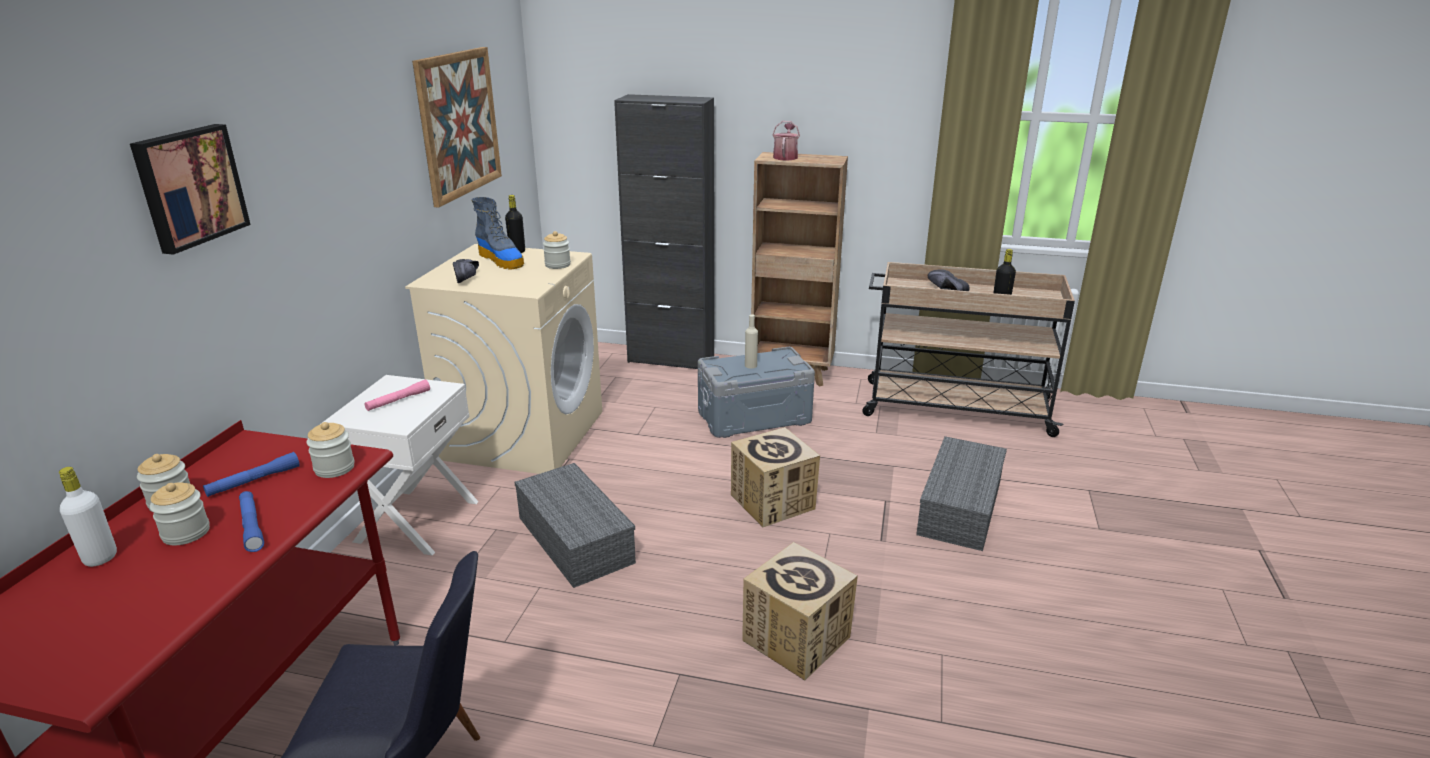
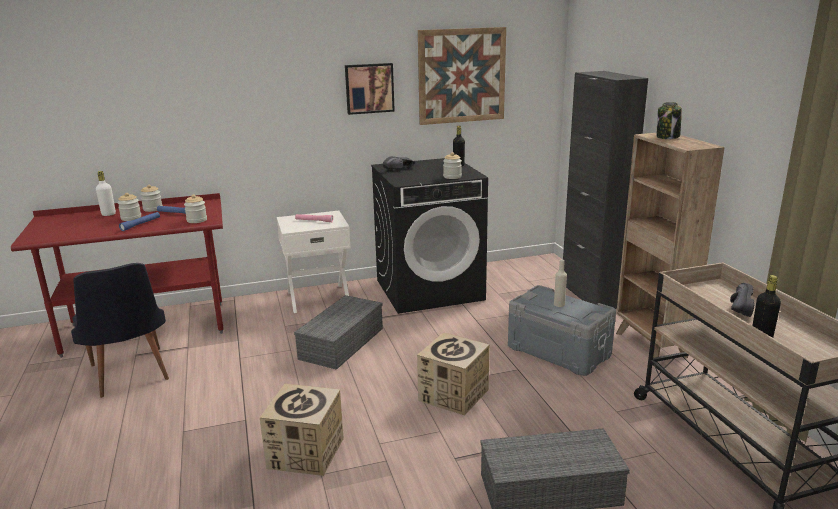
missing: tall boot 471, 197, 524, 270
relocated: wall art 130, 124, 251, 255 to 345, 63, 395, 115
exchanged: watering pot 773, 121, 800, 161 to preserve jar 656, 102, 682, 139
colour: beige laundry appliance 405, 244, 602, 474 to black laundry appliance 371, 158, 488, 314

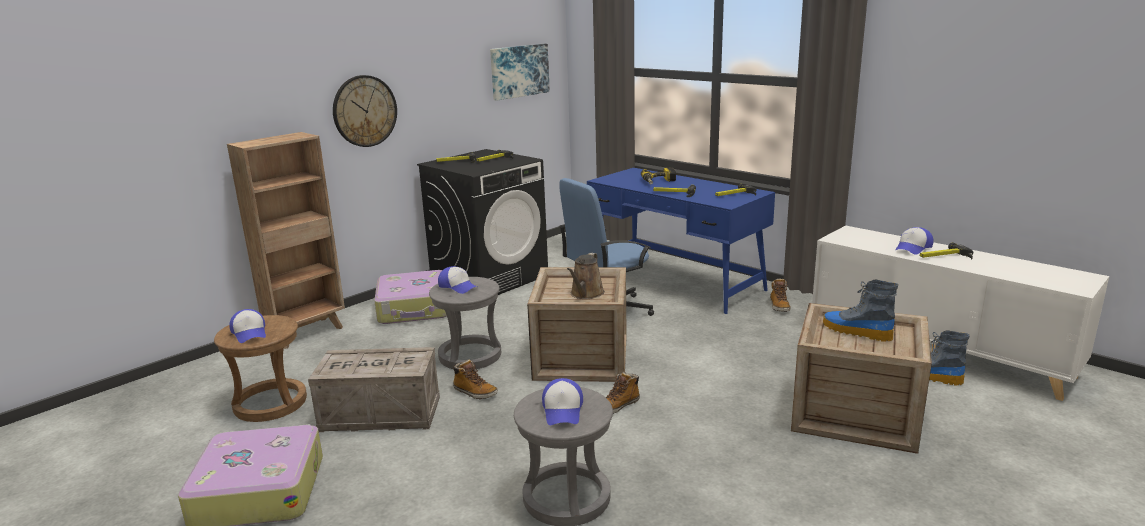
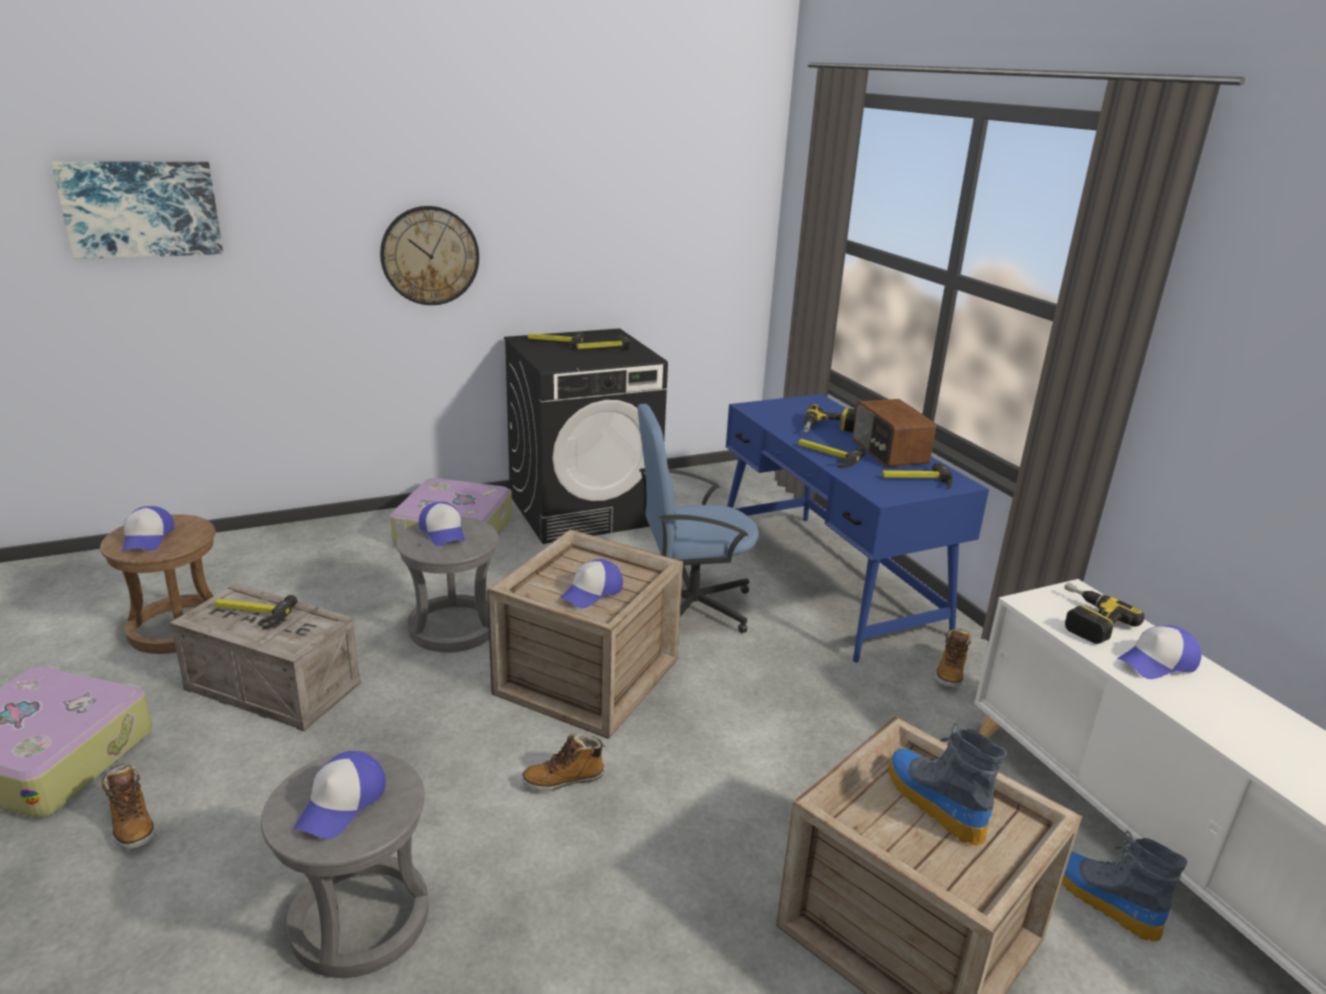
missing: brown bookcase 227, 132, 345, 349
appeared: radio 853, 399, 936, 467; electric drill 1065, 582, 1145, 644
relocated: wall art 490, 44, 550, 101 to 52, 161, 223, 259; hammer 920, 242, 974, 260 to 214, 595, 298, 630; tall boot 453, 359, 498, 399 to 102, 764, 155, 849
exchanged: brown watering pot 567, 253, 605, 299 to baseball cap 559, 559, 623, 608

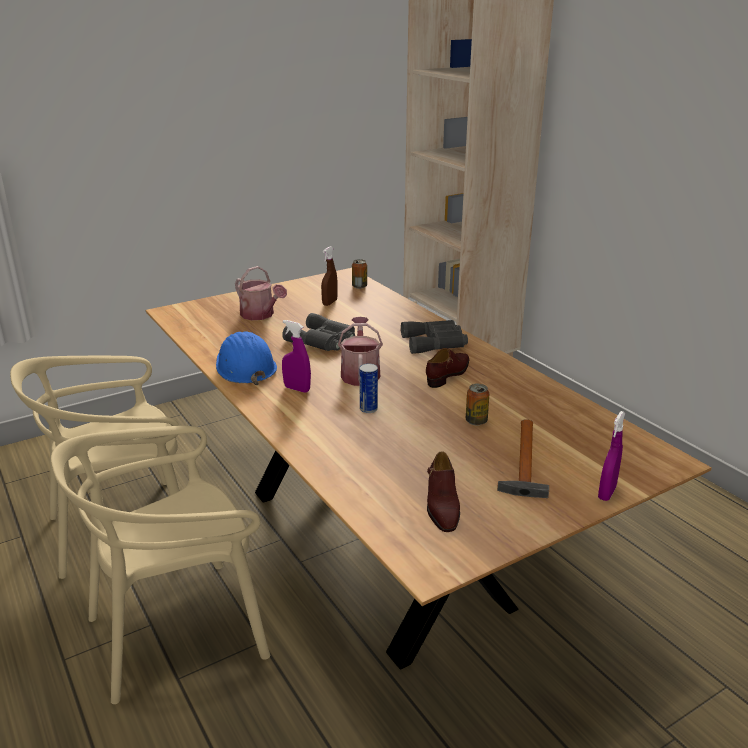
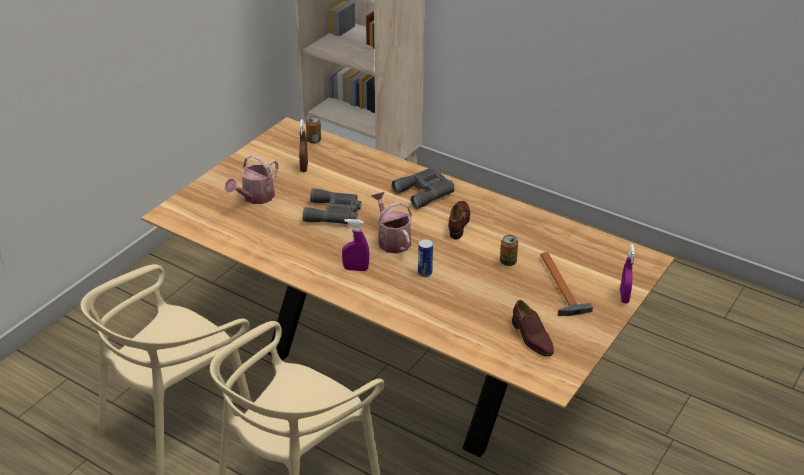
missing: bluish safety helmet 216, 331, 277, 385
spun: watering pot 235, 266, 287, 320 = 225, 155, 278, 204 105 degrees clockwise

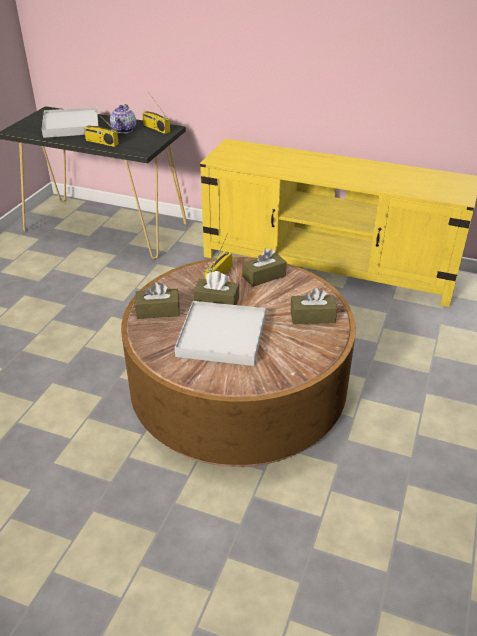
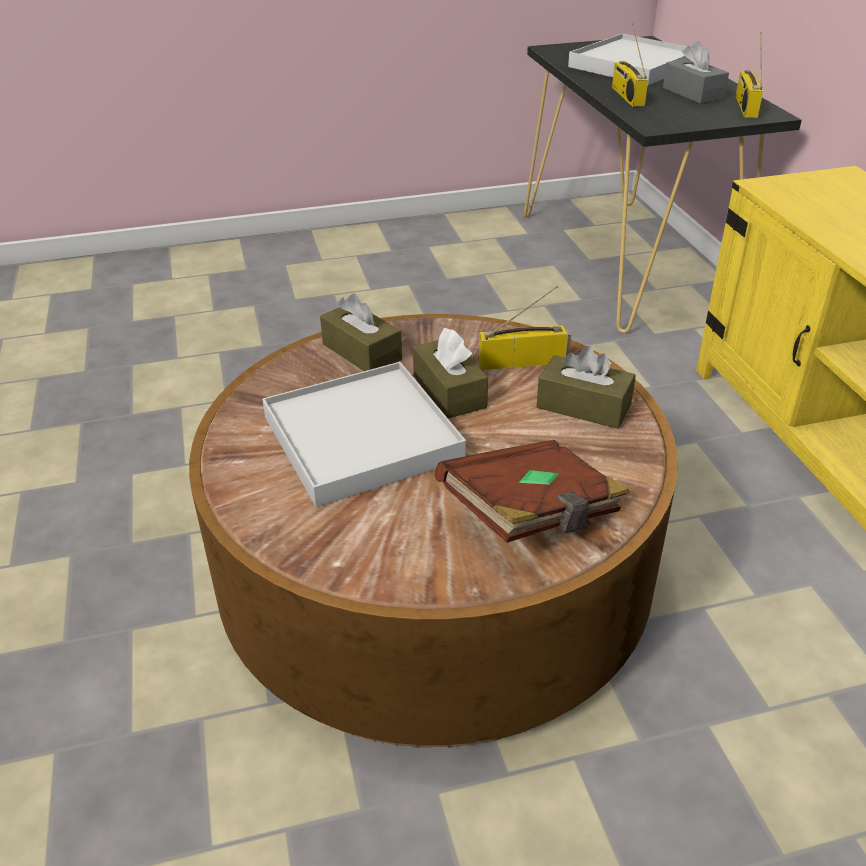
exchanged: pot for tea 110, 104, 136, 133 to gray box of tissues 663, 41, 729, 104; brown box of tissues 291, 288, 337, 324 to brown book 435, 440, 630, 543

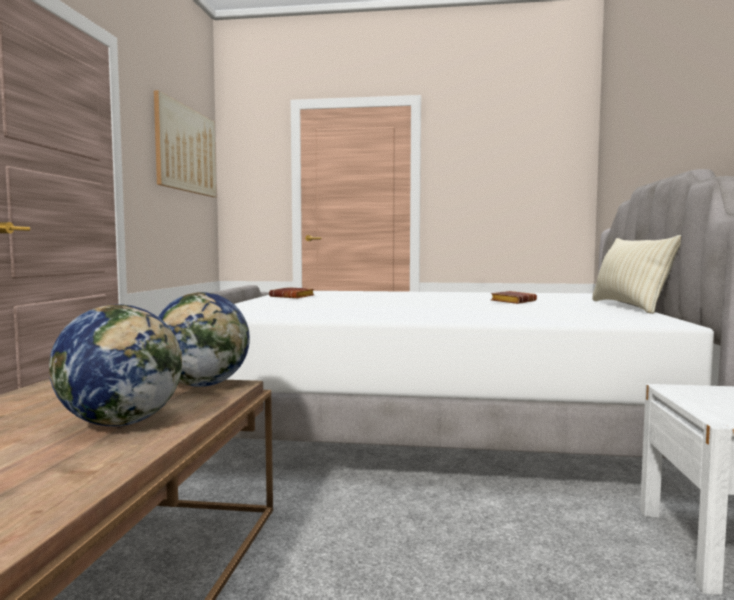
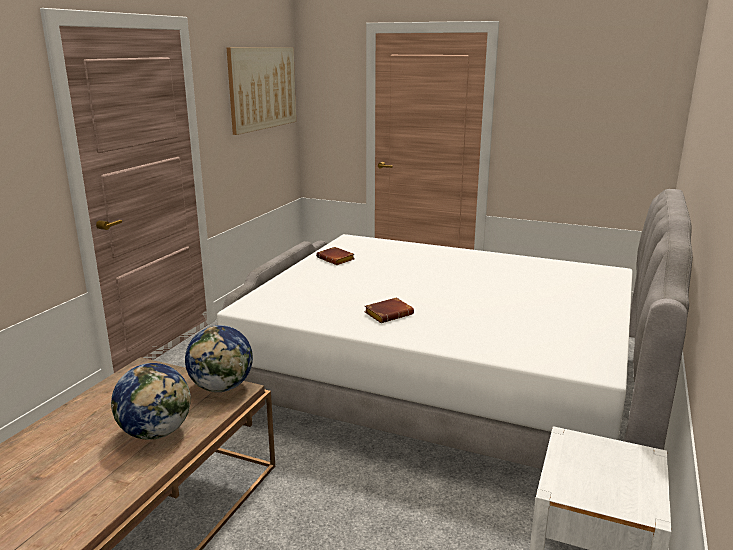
missing: beige cushion 592, 235, 681, 314
relocated: brown book 491, 291, 537, 304 to 365, 298, 414, 323

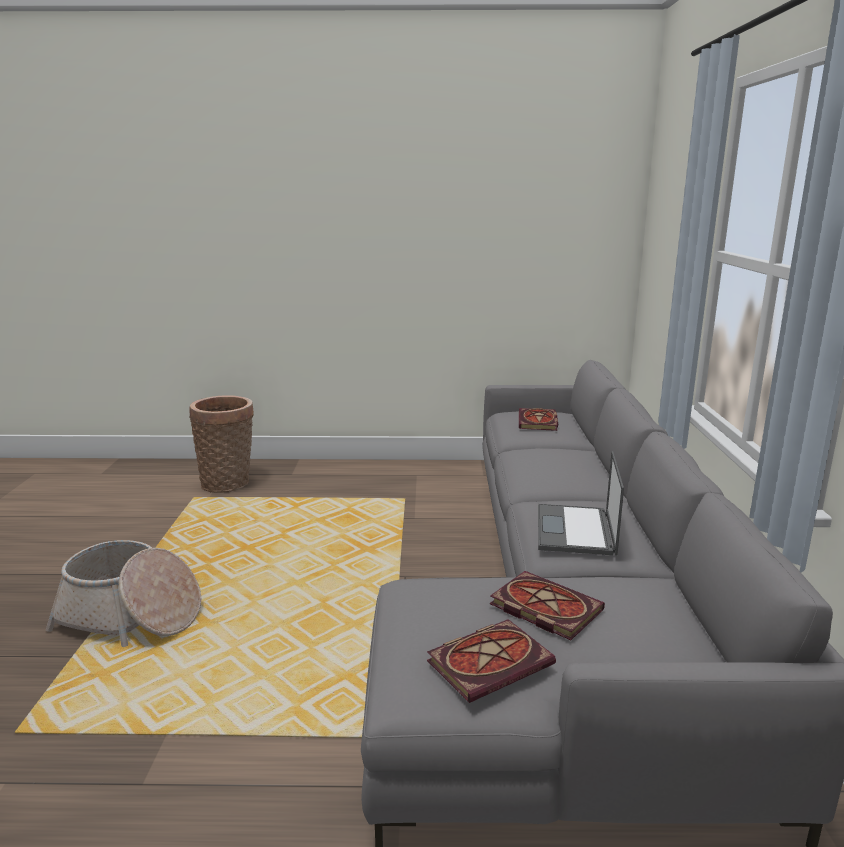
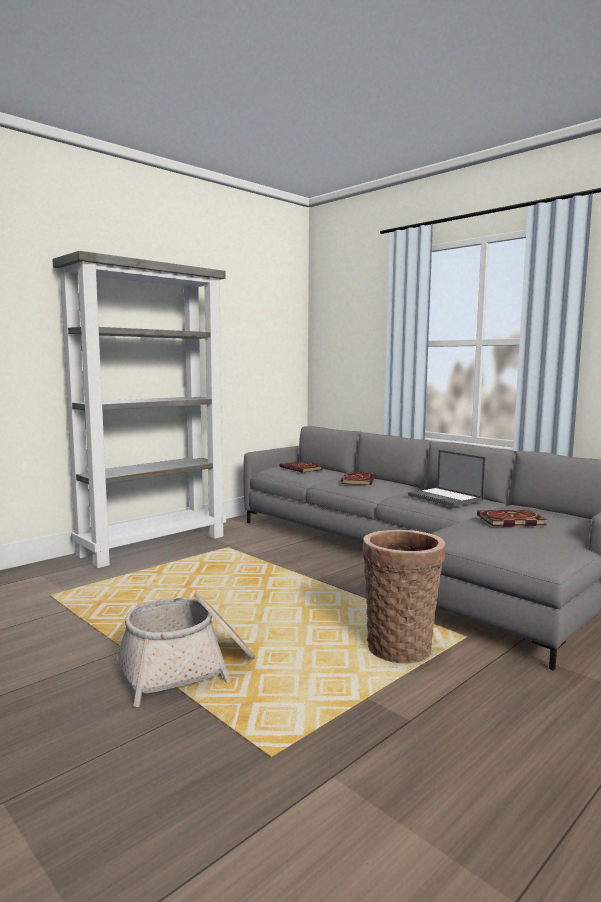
appeared: gray bookcase 52, 251, 226, 568
relocated: storage basket 189, 395, 254, 493 to 363, 530, 445, 664; book 427, 619, 556, 703 to 341, 472, 376, 485

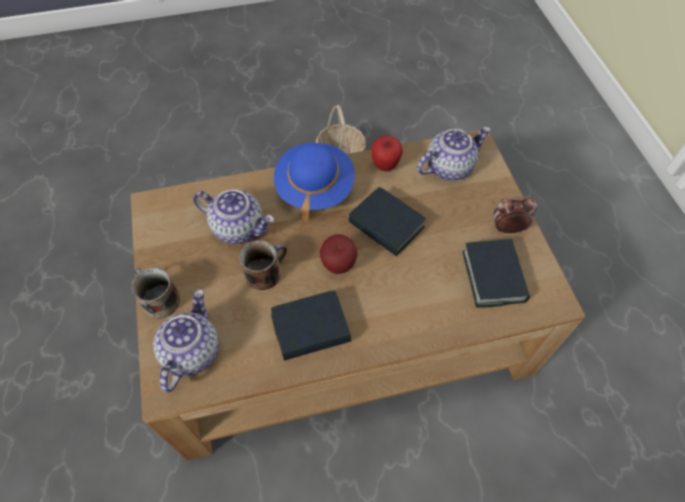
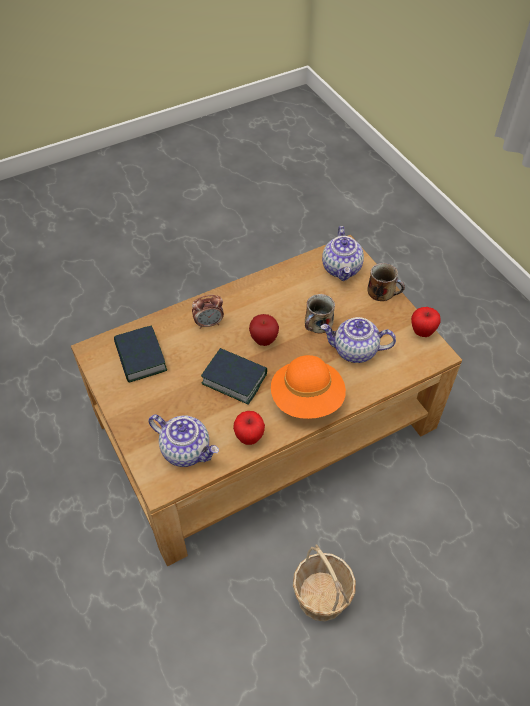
missing: book 271, 290, 351, 361
appeared: apple 411, 307, 441, 337
relocated: bedside clock 494, 197, 537, 233 to 192, 295, 224, 329
colour: bluish wearable hat 274, 143, 355, 221 to orange wearable hat 271, 355, 346, 419
spun: pot for tea 417, 127, 491, 181 = 148, 415, 219, 467 105 degrees counterclockwise

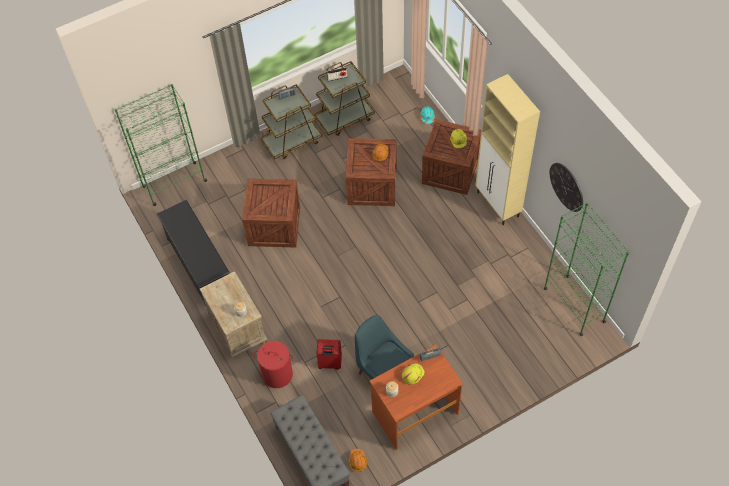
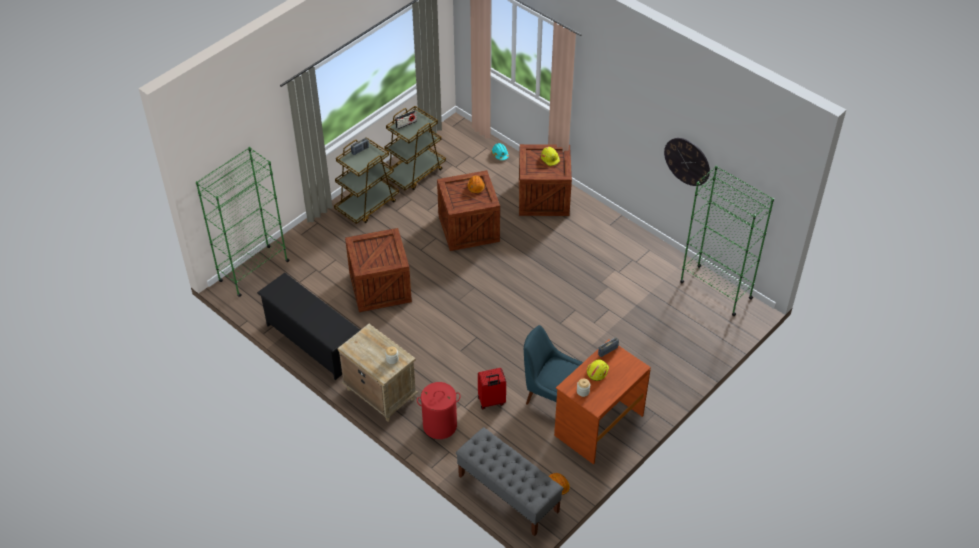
missing: beige cabinet 475, 74, 540, 225

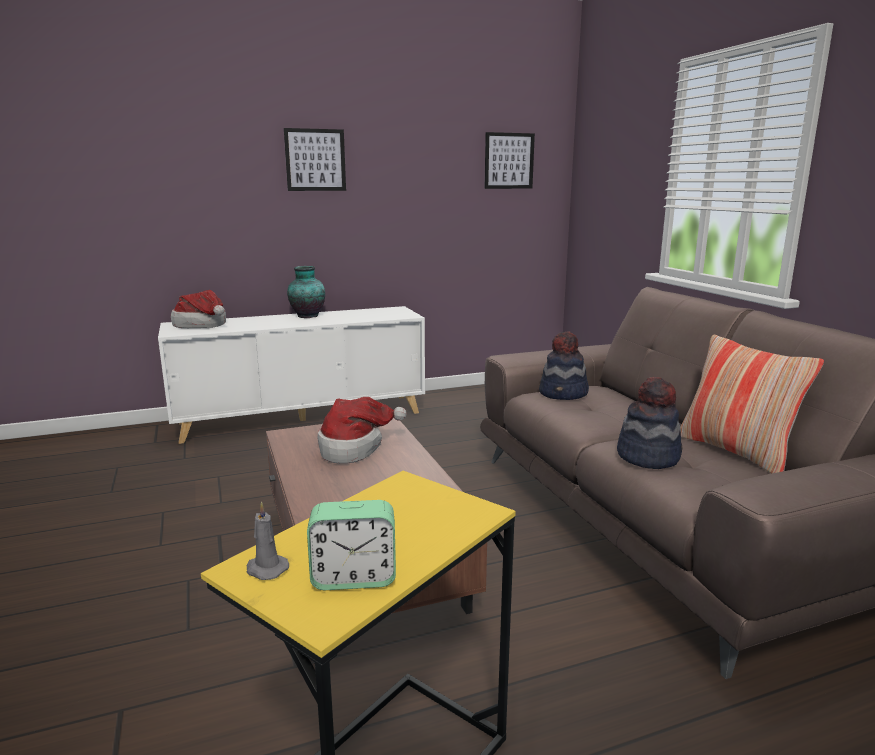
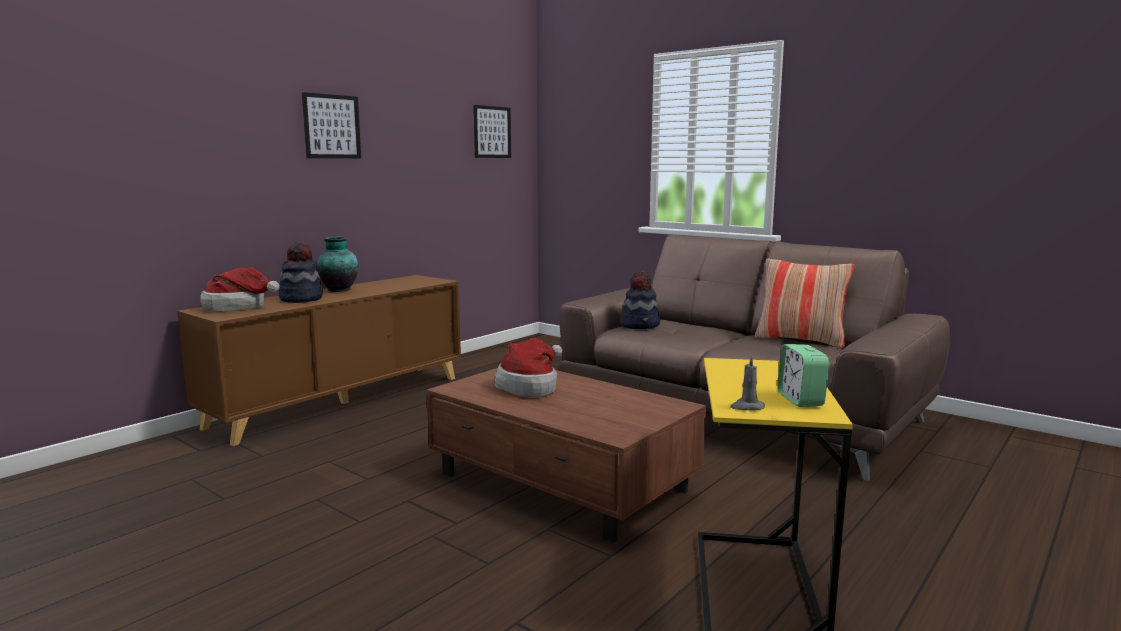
relocated: wearable hat 617, 377, 682, 469 to 279, 243, 323, 303
colour: white cabinet 158, 306, 425, 444 to brown cabinet 177, 275, 461, 446
spun: bedside clock 307, 500, 396, 590 = 777, 344, 830, 407 120 degrees clockwise

